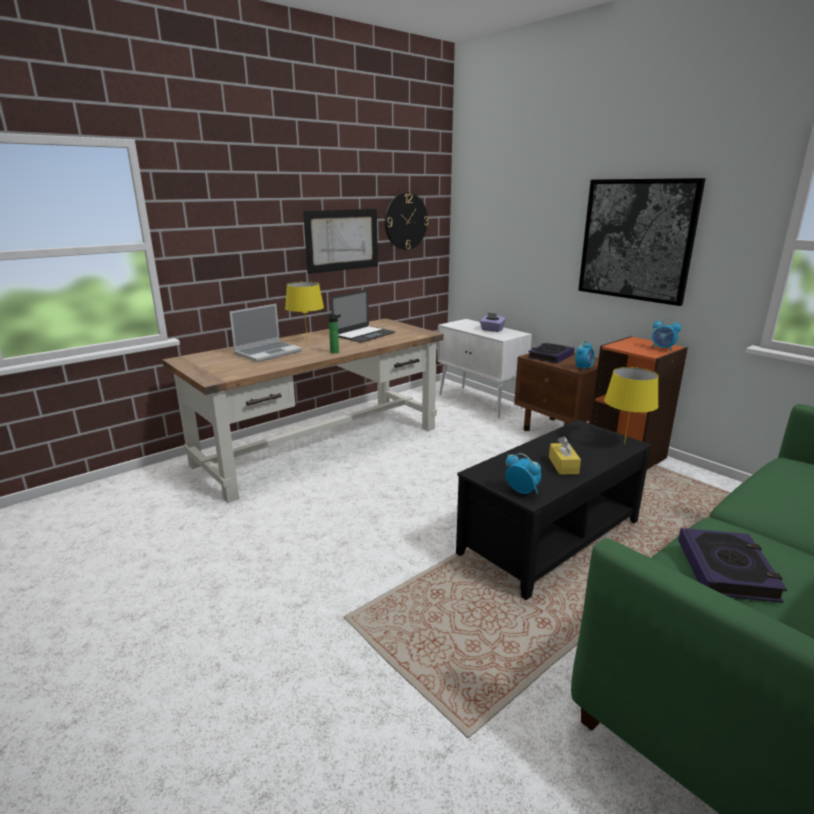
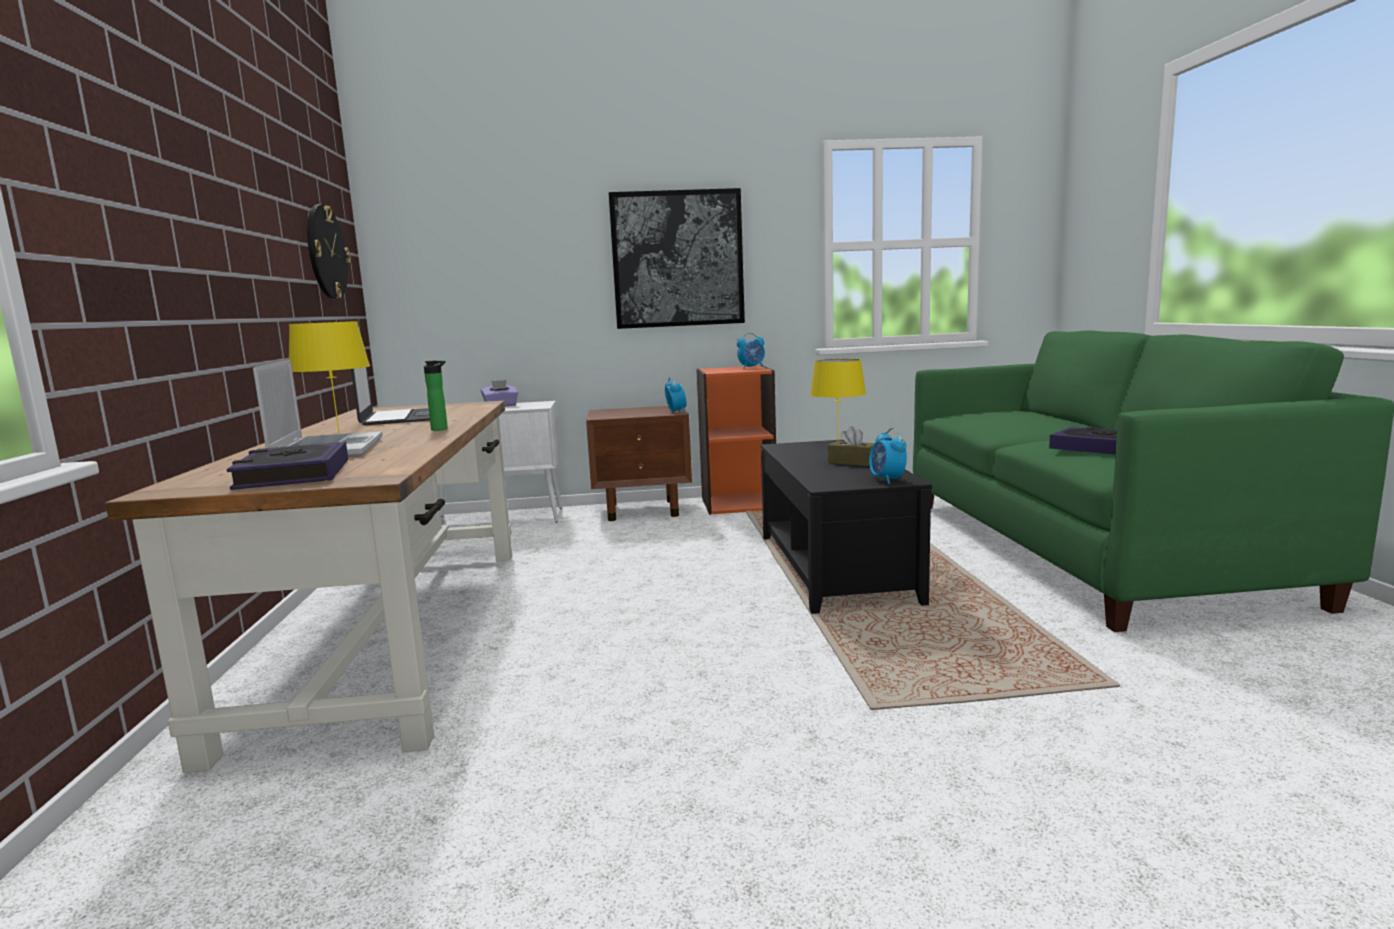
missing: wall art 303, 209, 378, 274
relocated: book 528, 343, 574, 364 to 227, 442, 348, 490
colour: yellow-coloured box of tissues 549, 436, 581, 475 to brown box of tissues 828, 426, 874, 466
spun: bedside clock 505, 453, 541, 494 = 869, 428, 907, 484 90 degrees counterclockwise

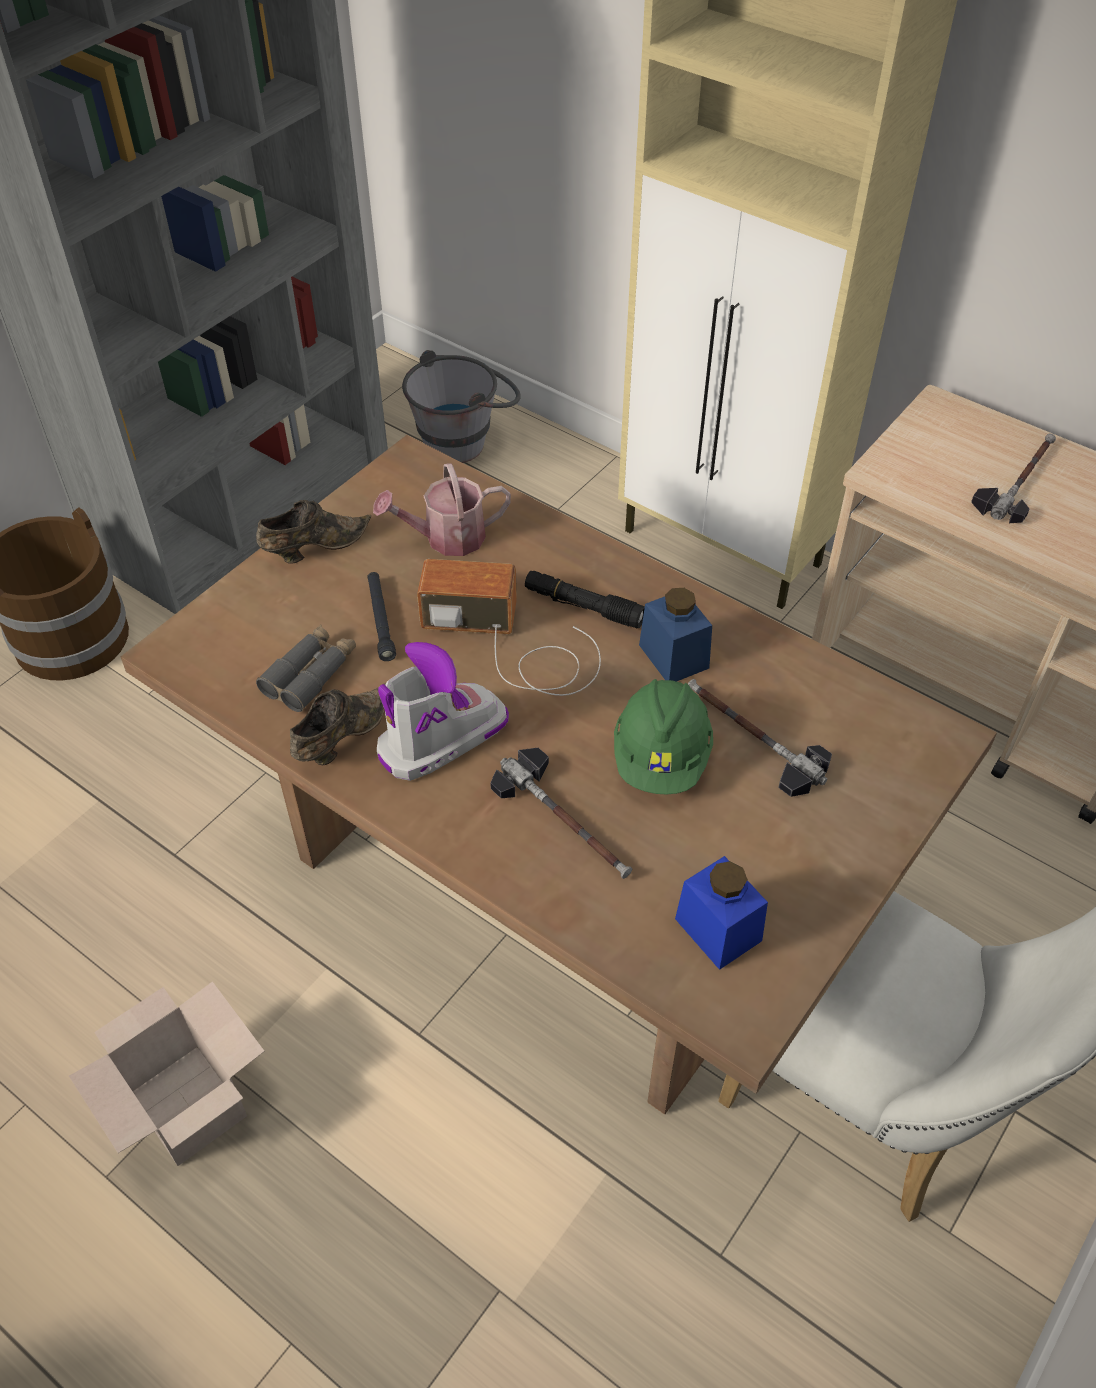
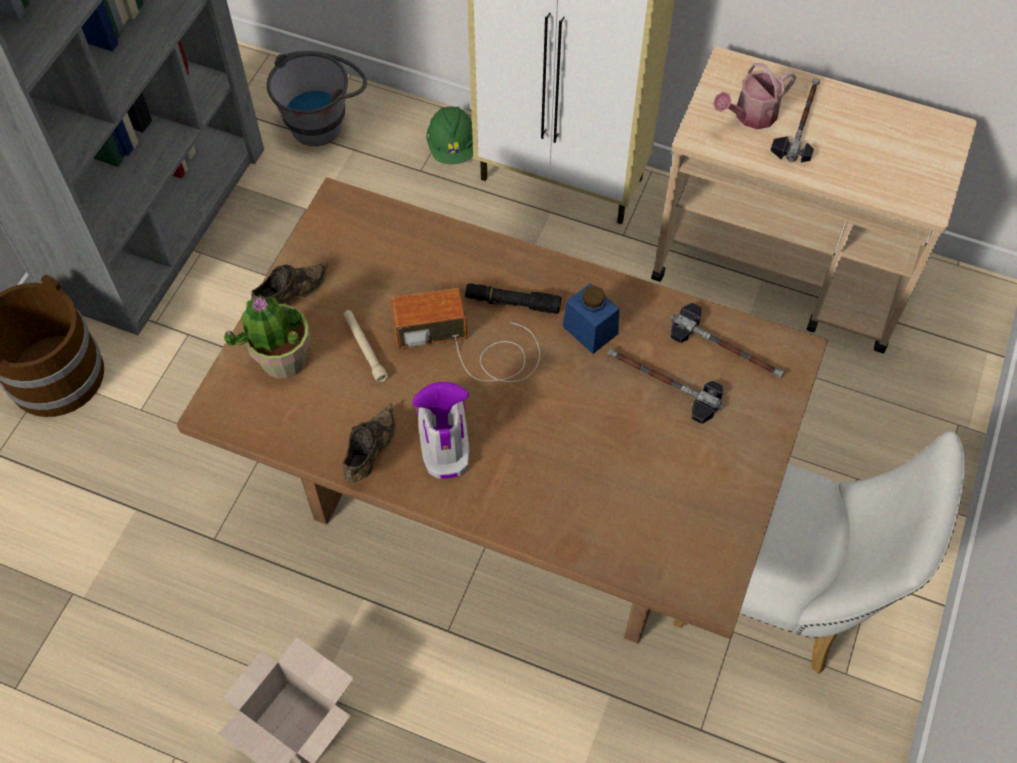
missing: gray binoculars 256, 624, 356, 712; bluish preserve jar 675, 856, 768, 970
appeared: houseplant 224, 294, 311, 379
relocated: watering pot 373, 463, 511, 556 to 713, 63, 796, 129; green-coloured safety helmet 614, 679, 713, 795 to 426, 106, 473, 164; hammer 490, 748, 632, 879 to 670, 303, 785, 379
colour: black hand torch 367, 572, 396, 661 to beige hand torch 343, 310, 388, 383
spun: tall boot 377, 642, 509, 781 = 412, 382, 469, 479 45 degrees counterclockwise

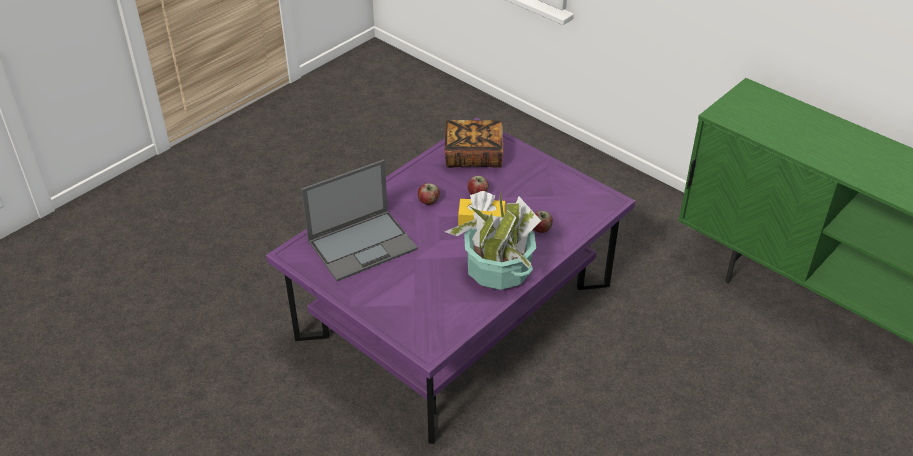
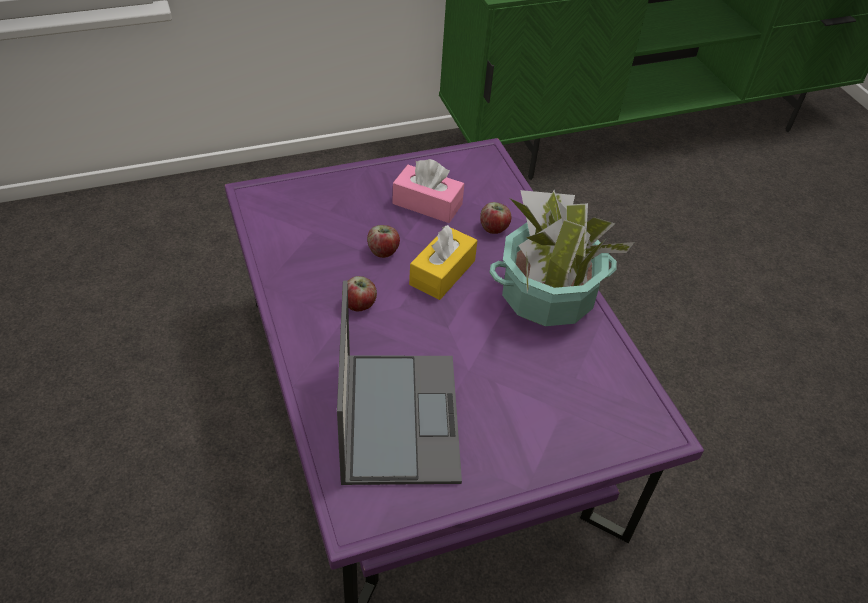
missing: book 445, 120, 503, 168
appeared: pinkish box of tissues 392, 159, 464, 223

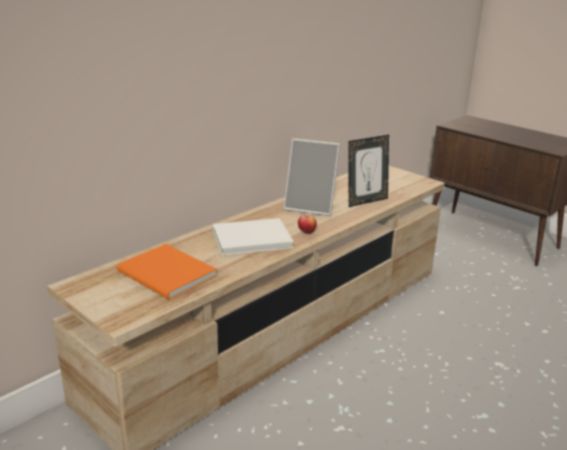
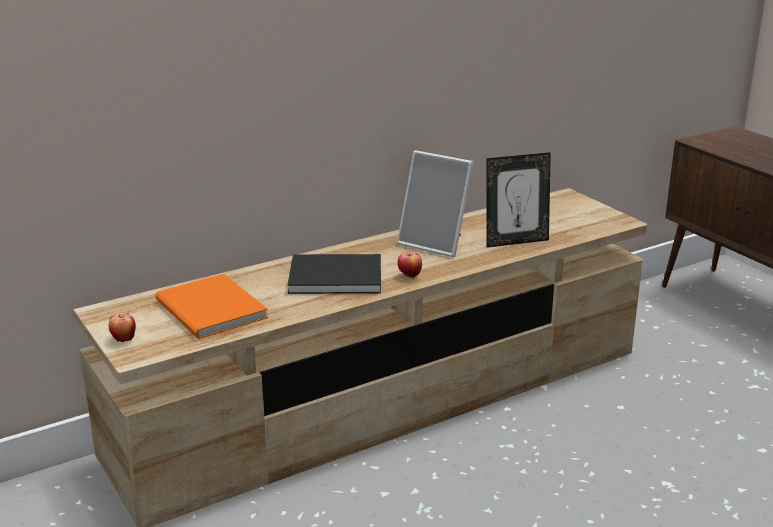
appeared: apple 109, 312, 136, 342
colour: white book 213, 218, 294, 255 to black book 287, 254, 381, 294

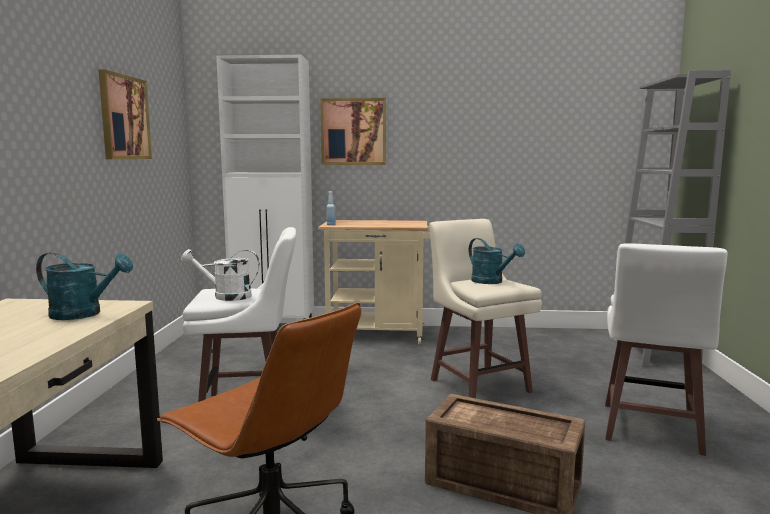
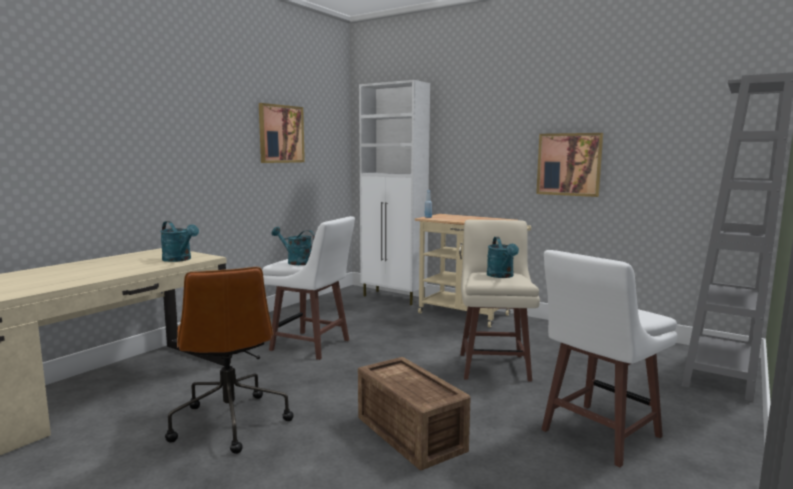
relocated: wall art 320, 98, 386, 165 to 536, 133, 603, 197
colour: white watering pot 181, 249, 260, 301 to turquoise watering pot 272, 227, 315, 265

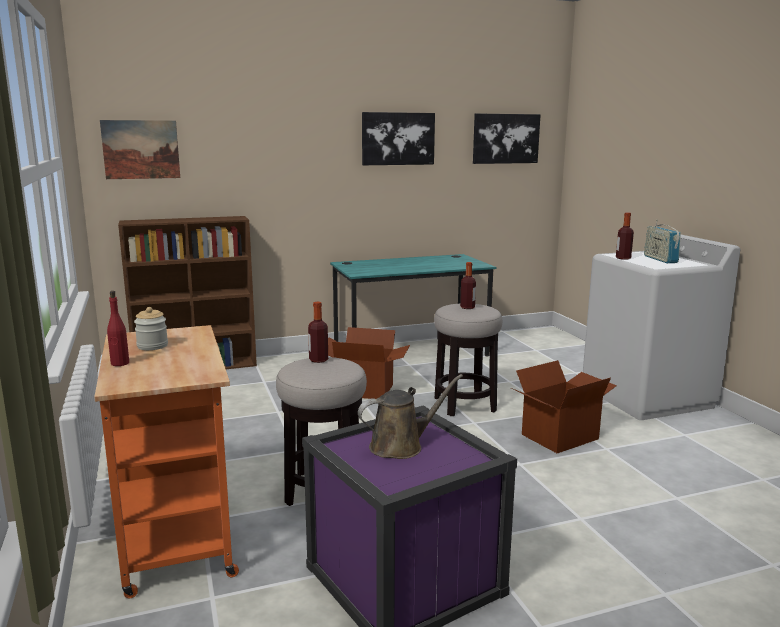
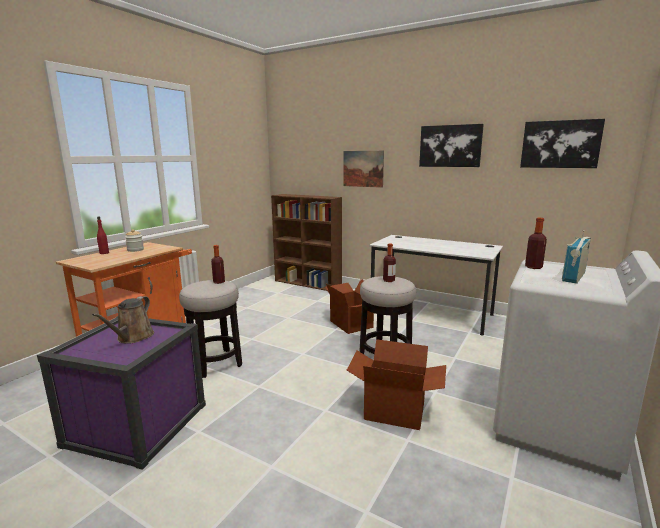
relocated: wall art 100, 120, 180, 179 to 343, 151, 384, 188
colour: turquoise desk table 330, 254, 496, 357 to white desk table 369, 235, 503, 336
spun: brown watering pot 358, 374, 463, 459 = 92, 296, 154, 344 75 degrees clockwise

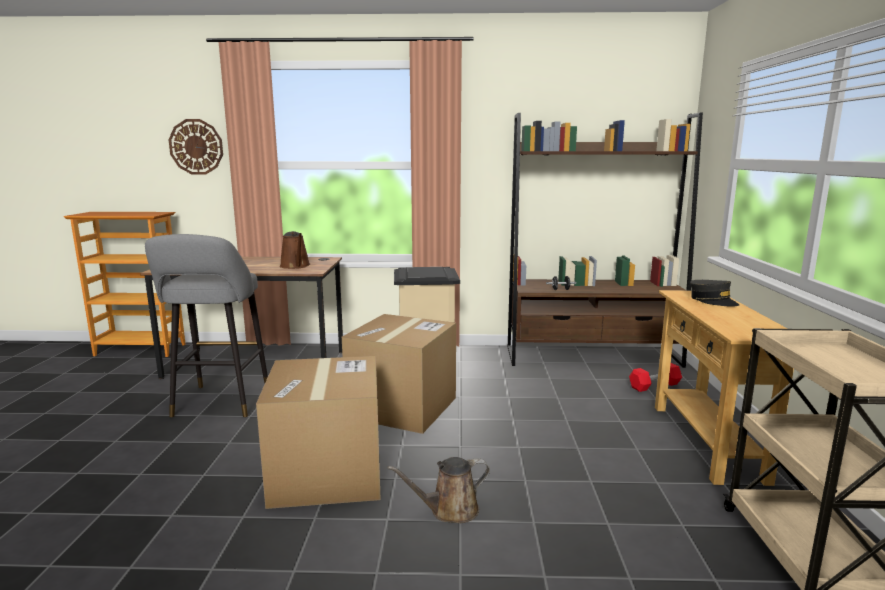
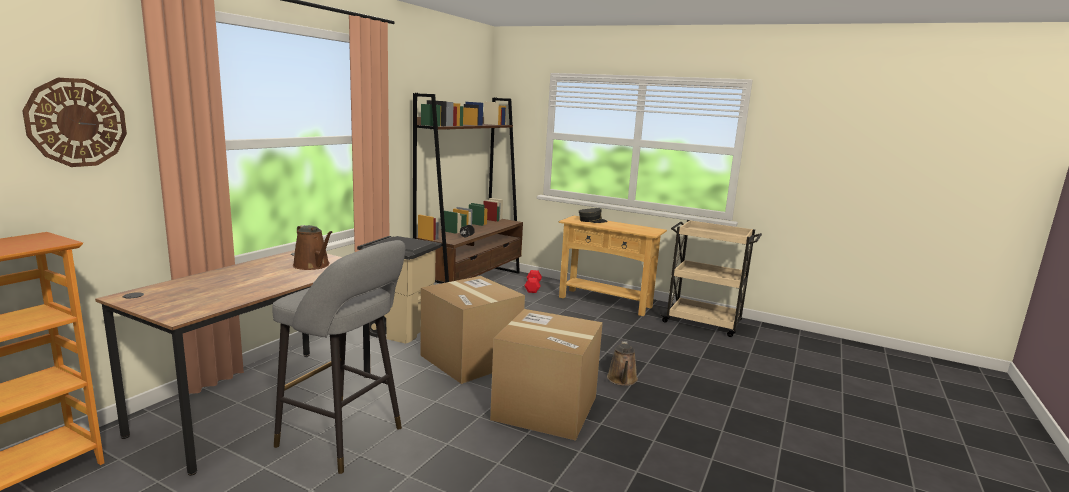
spun: brown watering pot 280, 231, 310, 269 = 293, 225, 333, 270 45 degrees clockwise

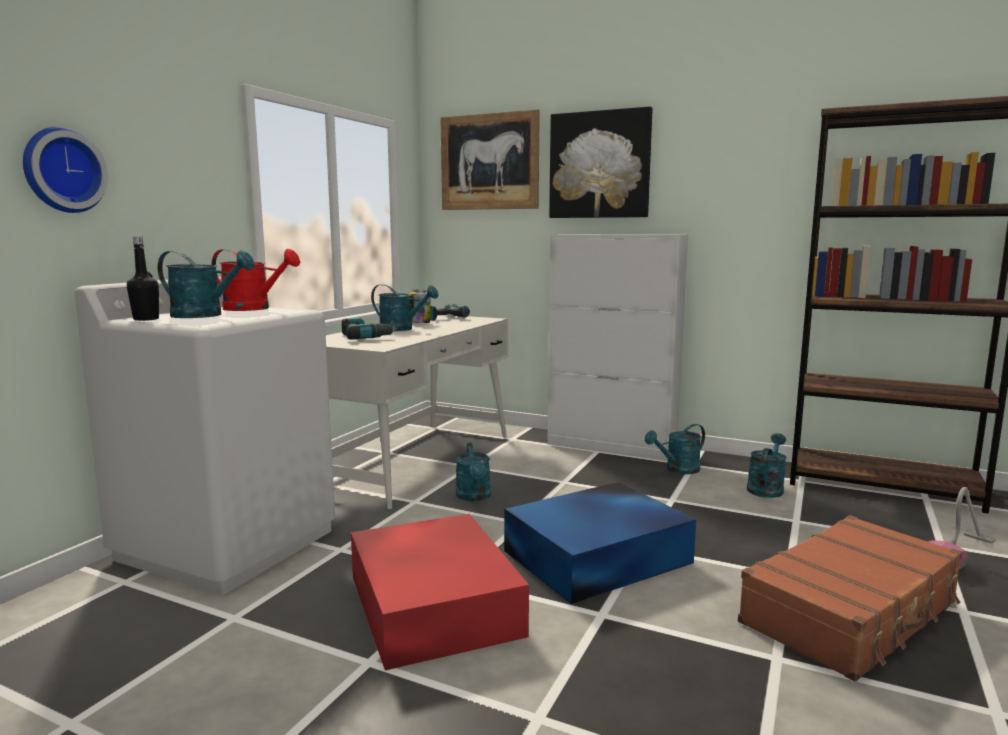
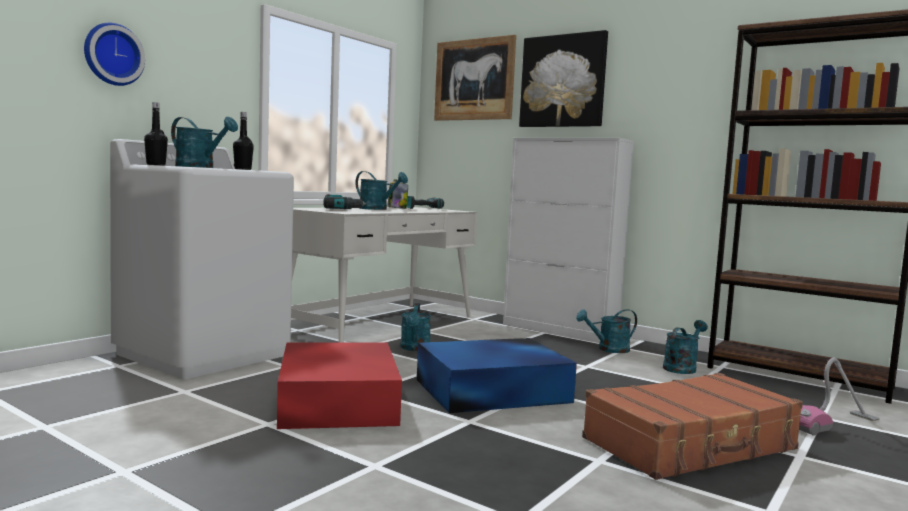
exchanged: red watering pot 212, 249, 300, 311 to black drink bottle 233, 112, 254, 170

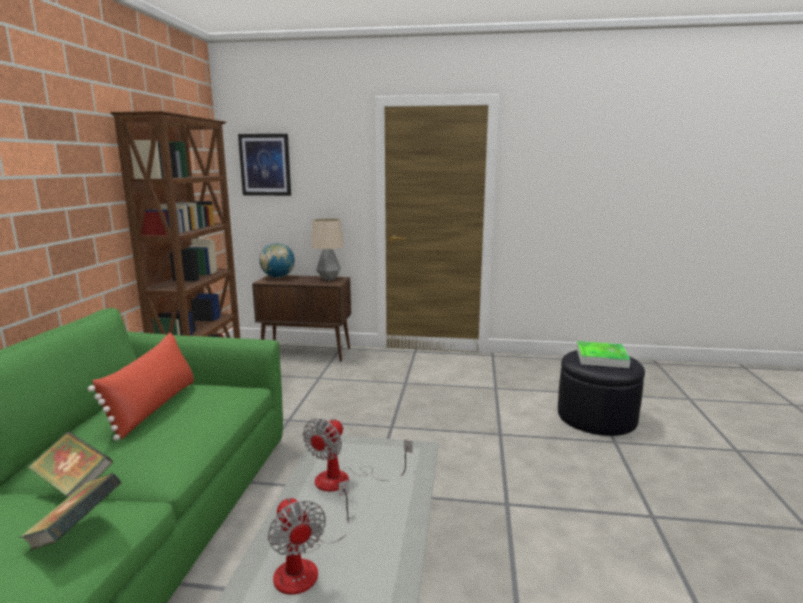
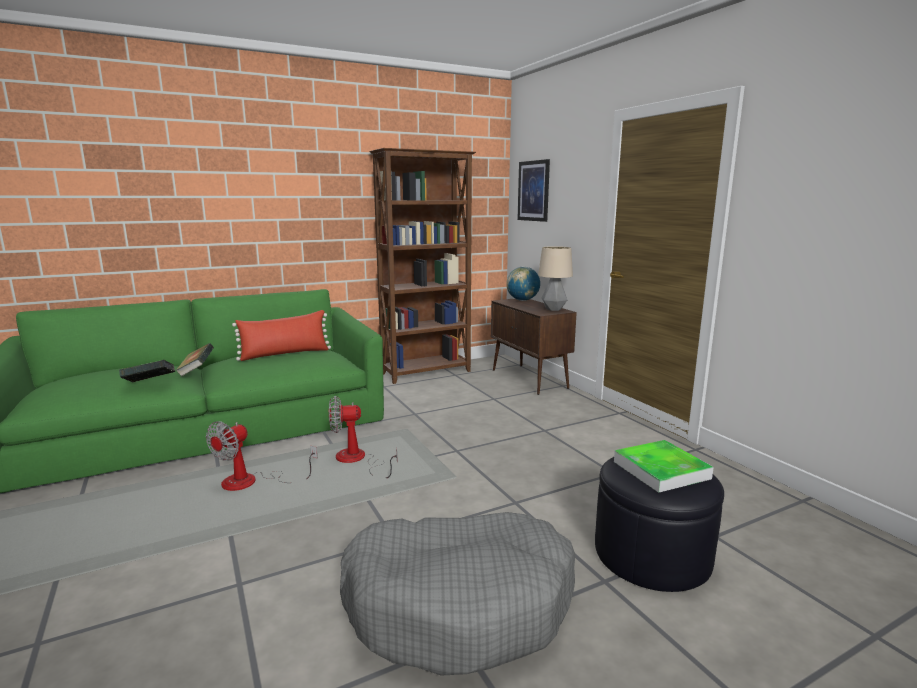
appeared: gray pet bed 340, 512, 575, 676

